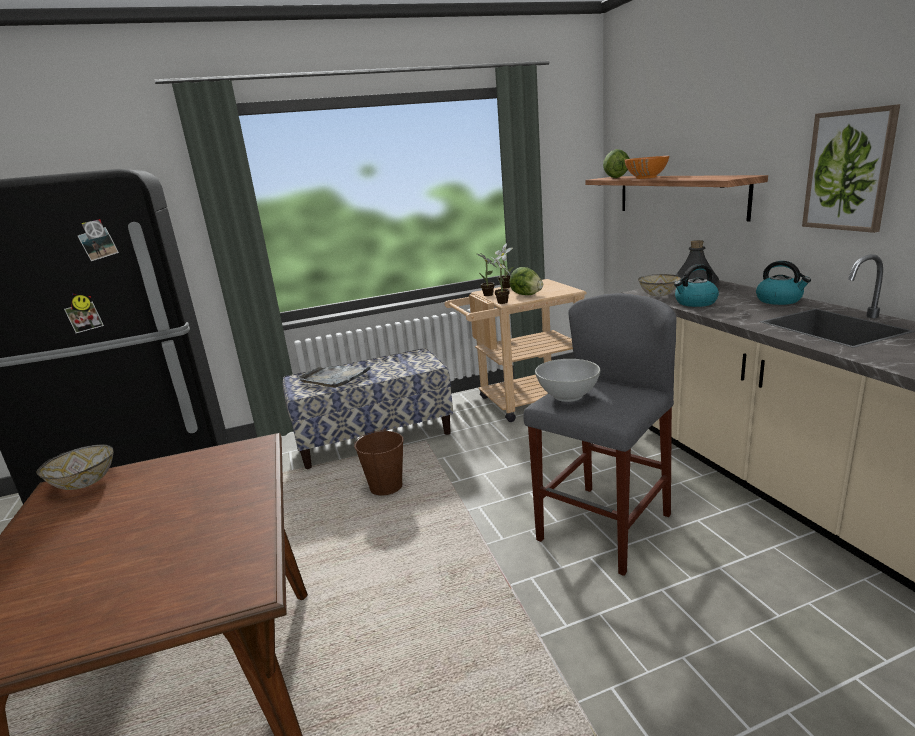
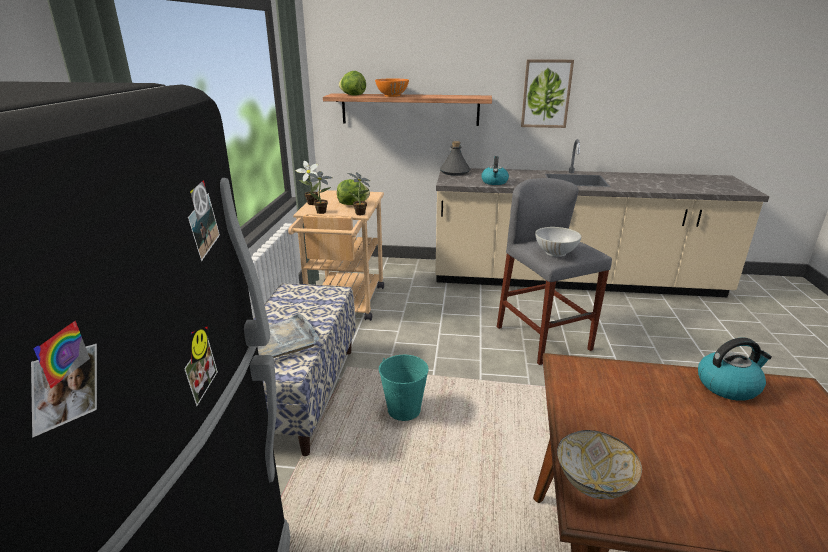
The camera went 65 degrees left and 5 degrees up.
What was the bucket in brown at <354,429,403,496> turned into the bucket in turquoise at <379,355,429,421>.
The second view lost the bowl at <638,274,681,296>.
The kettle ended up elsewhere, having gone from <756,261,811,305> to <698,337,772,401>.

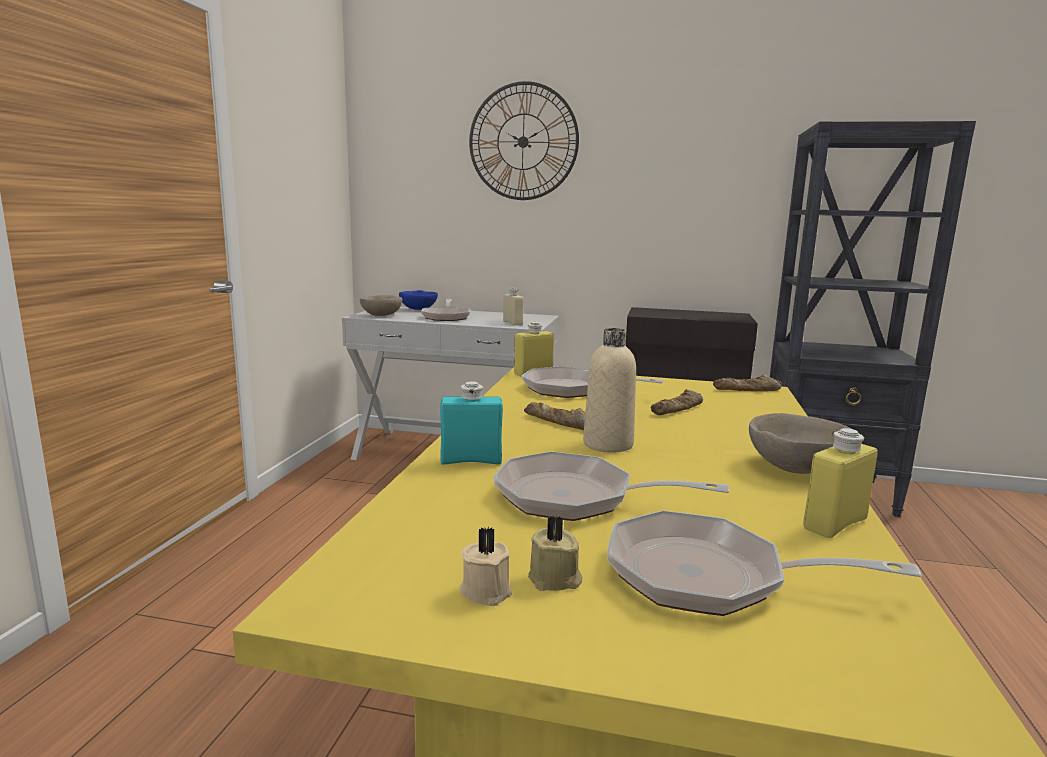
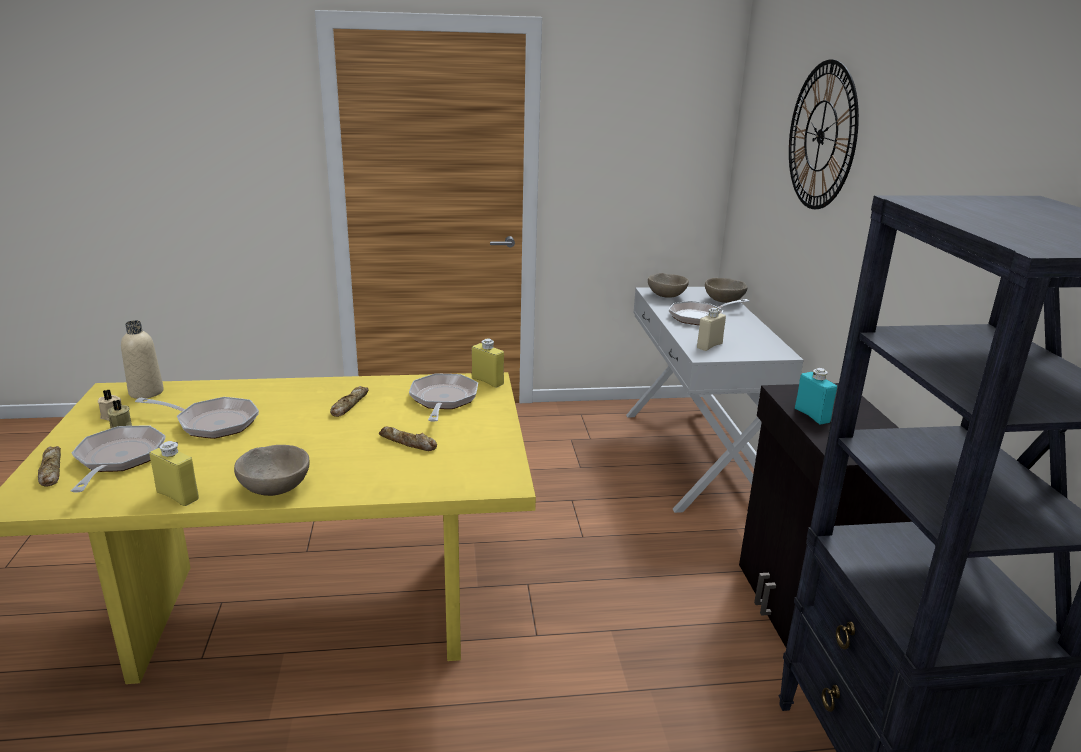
The camera went 70 degrees right and 10 degrees up.
What was the bowl in blue at <399,290,438,310> turned into the bowl in beige at <705,278,748,303>.
The bottle in turquoise ended up elsewhere, having gone from <440,381,503,465> to <795,368,837,424>.
The frying pan at <493,451,729,521> ended up facing another way, 105 degrees clockwise from before.
The bottle in beige ended up elsewhere, having gone from <583,328,636,453> to <121,320,164,399>.
The bread ended up elsewhere, having gone from <713,375,782,391> to <38,446,61,486>.

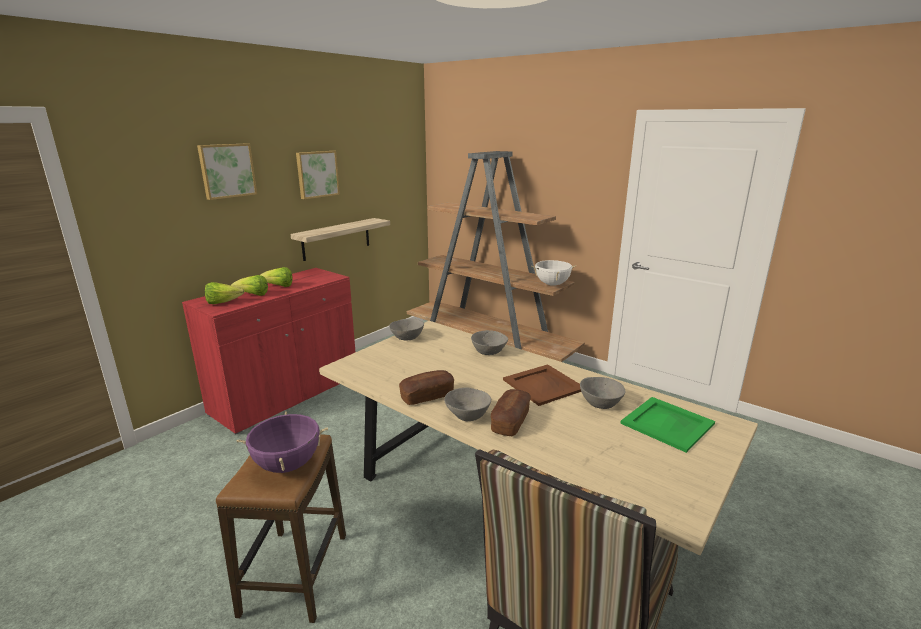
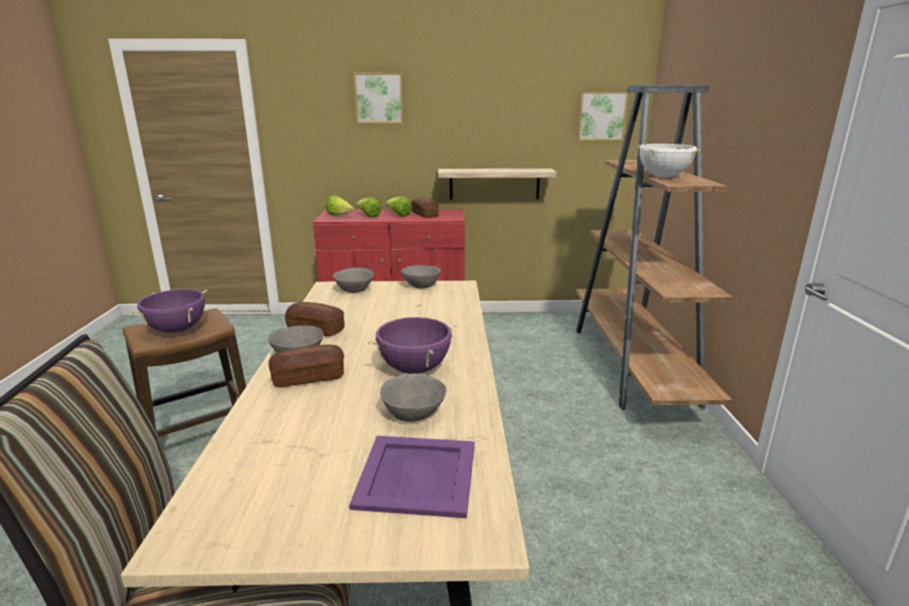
The camera went 50 degrees right and 0 degrees up.
The picture ended up elsewhere, having gone from <296,151,340,199> to <577,91,629,141>.
The bowl in grey ended up elsewhere, having gone from <471,330,508,355> to <333,268,374,293>.
Where the tray in brown stood at <503,364,581,406>, the cooking pot in purple came to stand at <368,316,457,374>.
The cooking pot in white ended up elsewhere, having gone from <531,260,576,286> to <637,144,701,177>.
What was the tray in green at <620,397,715,453> turned into the tray in purple at <349,436,475,518>.
The second view gained the bread at <411,198,439,218>.

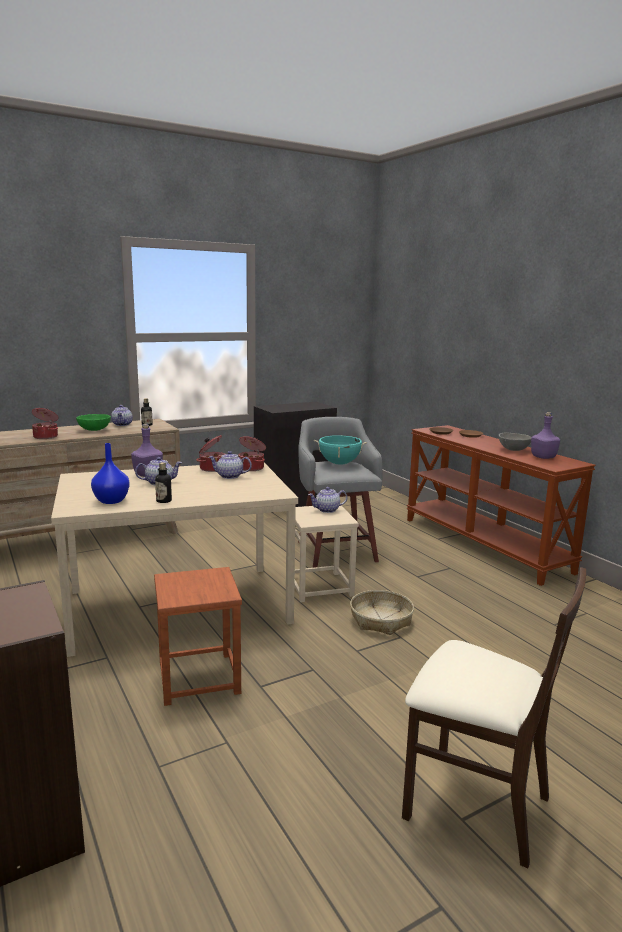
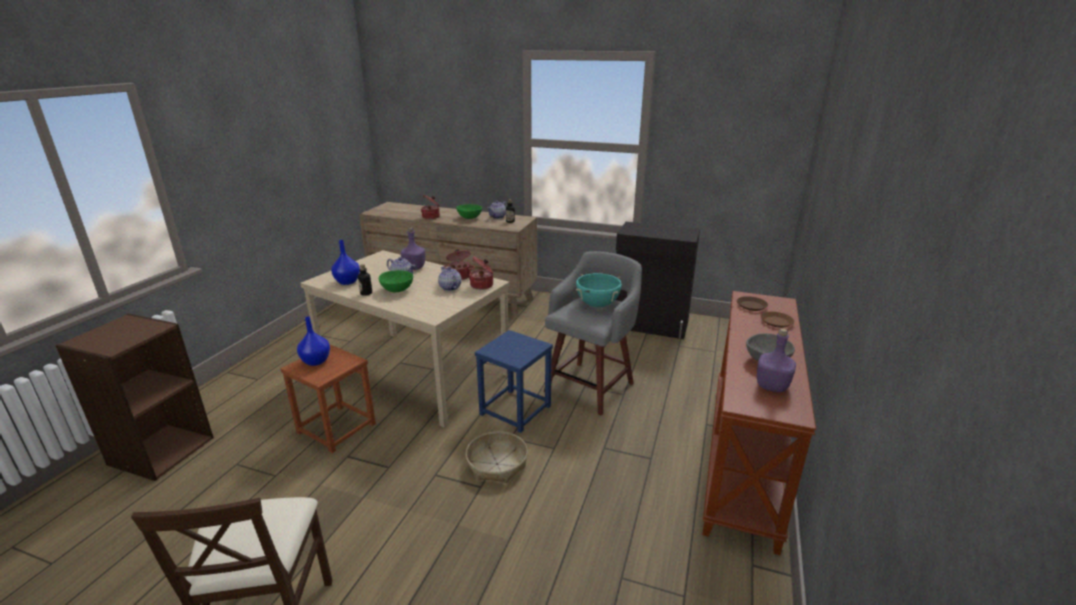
The camera went 50 degrees right and 10 degrees up.
What was the stool in beige at <294,505,359,602> turned into the stool in blue at <475,330,553,433>.
The second view lost the teapot at <308,487,347,513>.
The second view gained the vase in blue at <297,317,330,366>.
The second view gained the bowl in green at <379,270,413,292>.

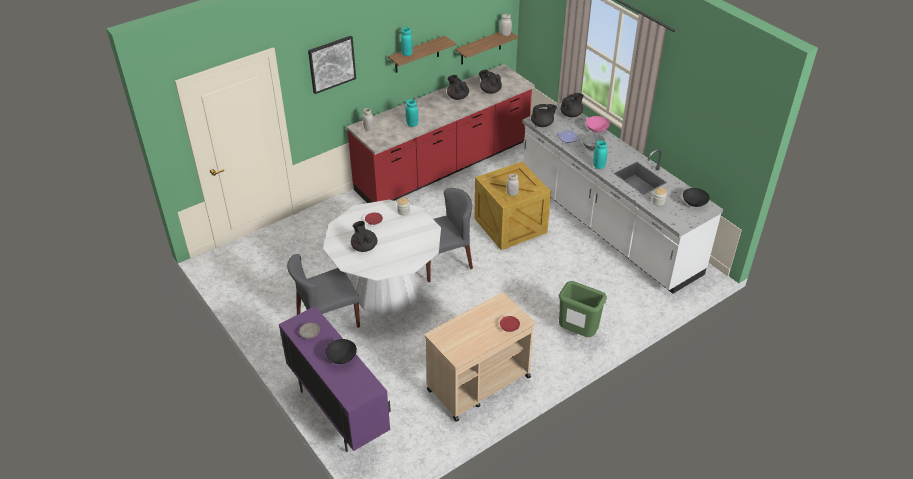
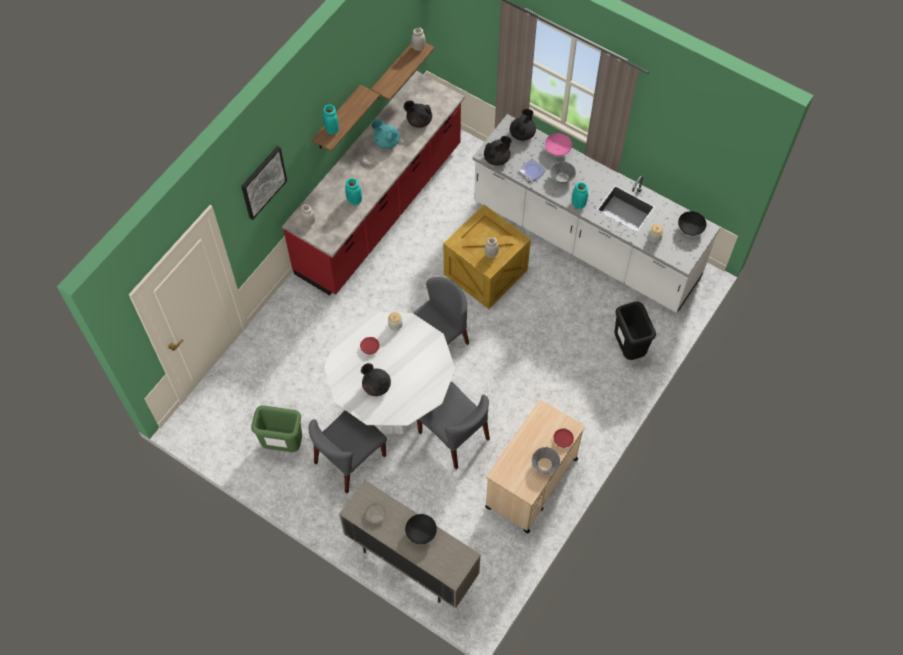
The camera went 20 degrees left and 20 degrees up.
What was the cabinet in purple at <279,306,391,452> turned into the cabinet in beige at <339,480,481,608>.
What was the teapot in black at <447,75,469,100> turned into the teapot in turquoise at <372,119,400,149>.
The trash can in green ended up elsewhere, having gone from <559,281,607,337> to <251,405,302,452>.
The second view gained the chair in grey at <417,382,490,470>.
The second view gained the bowl in grey at <532,447,560,474>.
The second view gained the trash can in black at <614,301,656,360>.

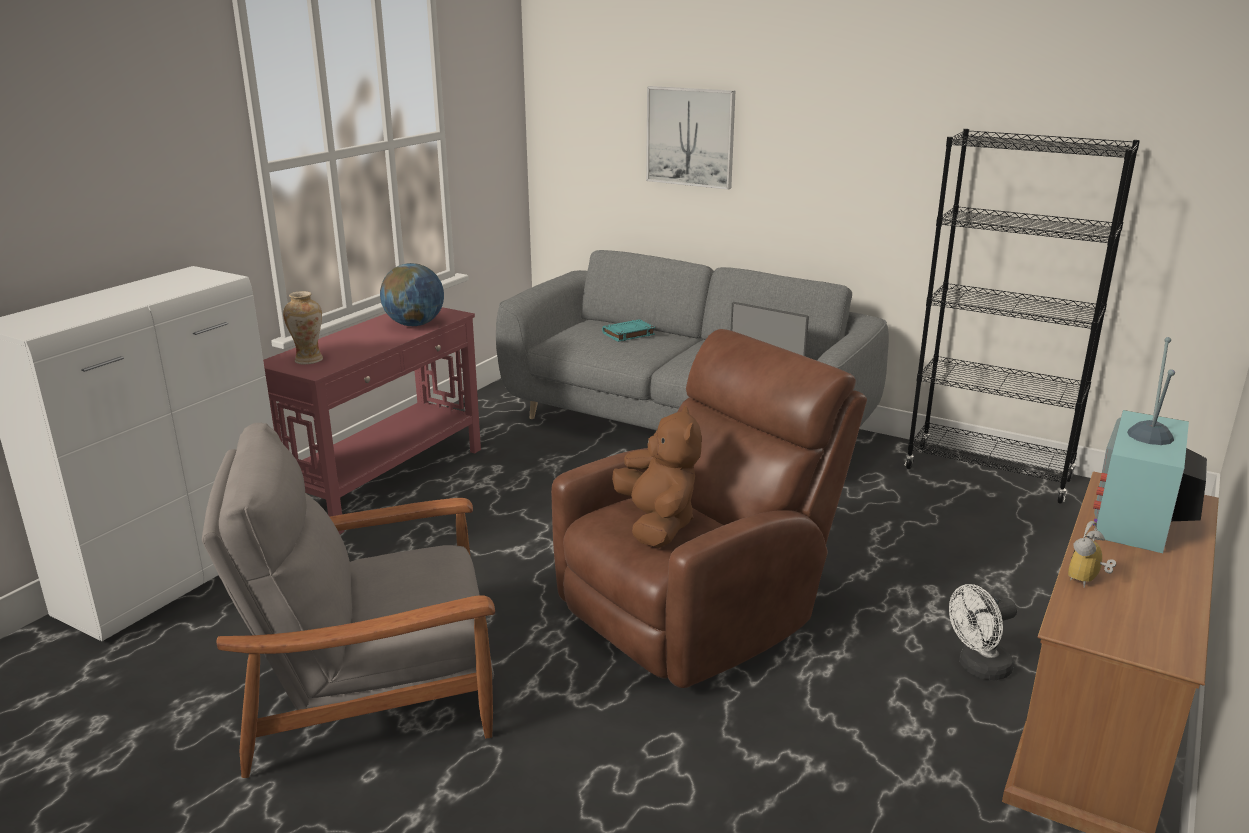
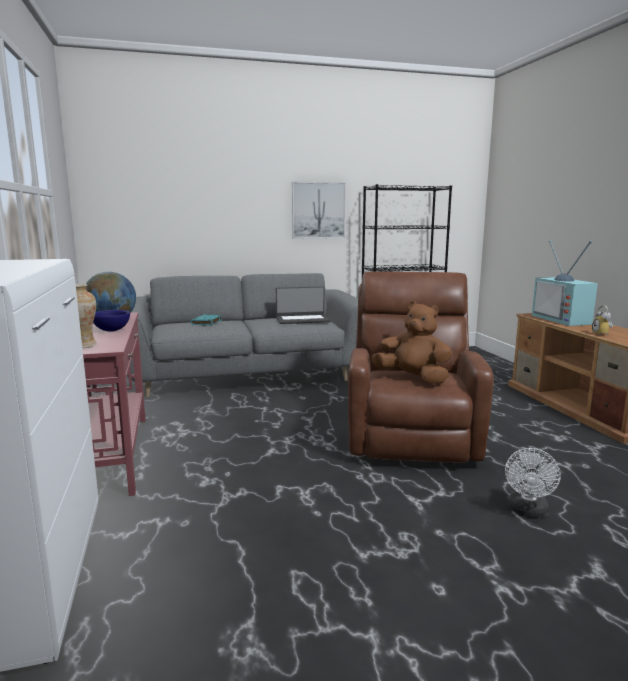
The camera went 45 degrees left and 10 degrees down.
The second view lost the armchair in grey at <202,423,495,778>.
The picture ended up elsewhere, having gone from <646,86,735,190> to <292,182,346,238>.
The fan in white ended up elsewhere, having gone from <949,584,1017,680> to <505,448,561,518>.
The second view gained the bowl in blue at <93,310,130,332>.

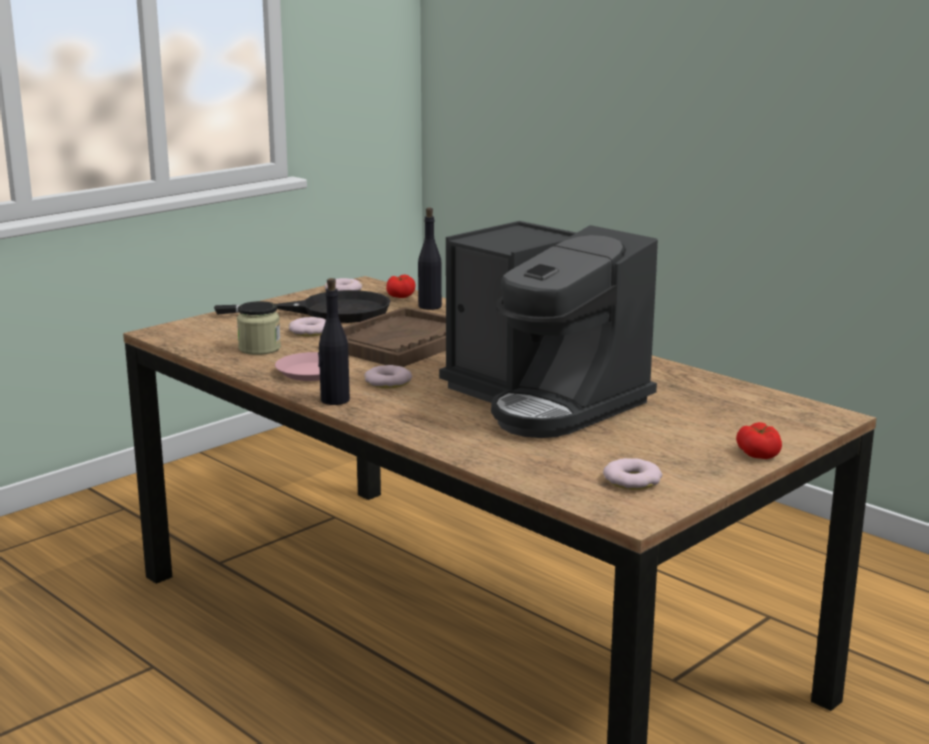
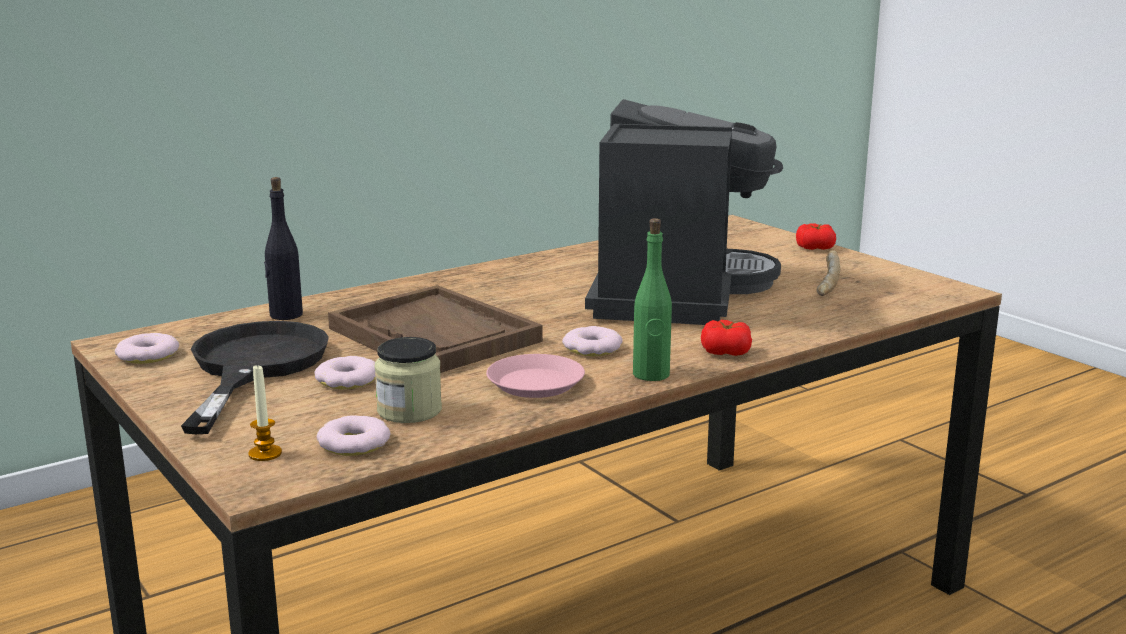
The camera went 80 degrees left and 0 degrees up.
What was the bottle in black at <318,278,350,405> turned into the bottle in green at <633,218,672,381>.
The tomato ended up elsewhere, having gone from <386,275,416,298> to <701,320,752,356>.
The coffee machine at <439,221,658,438> ended up facing another way, 45 degrees counterclockwise from before.
The donut ended up elsewhere, having gone from <603,458,662,490> to <317,415,390,456>.
The second view gained the candle at <248,364,282,461>.
The second view gained the bread at <817,250,840,296>.

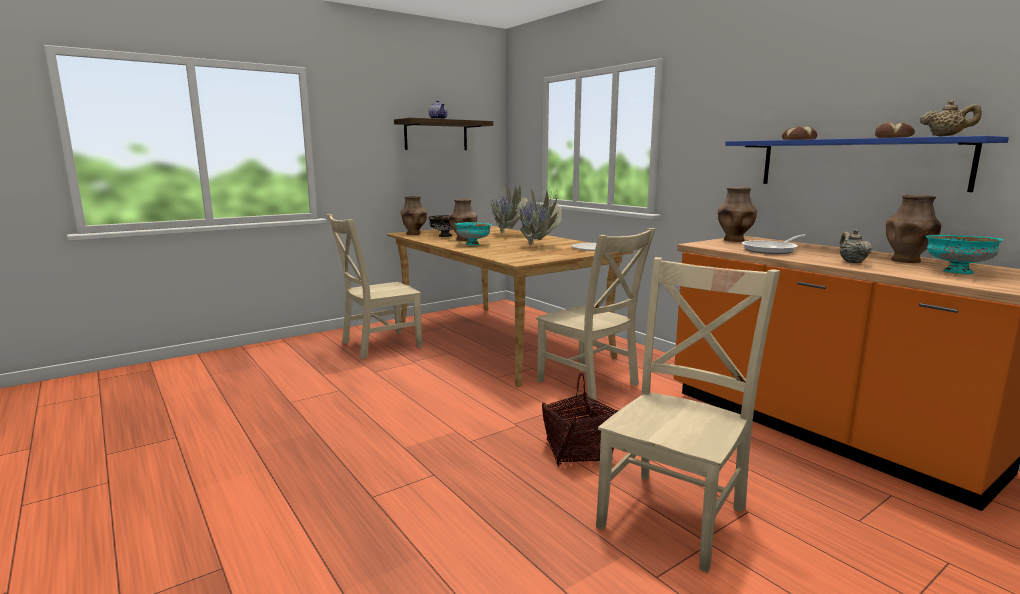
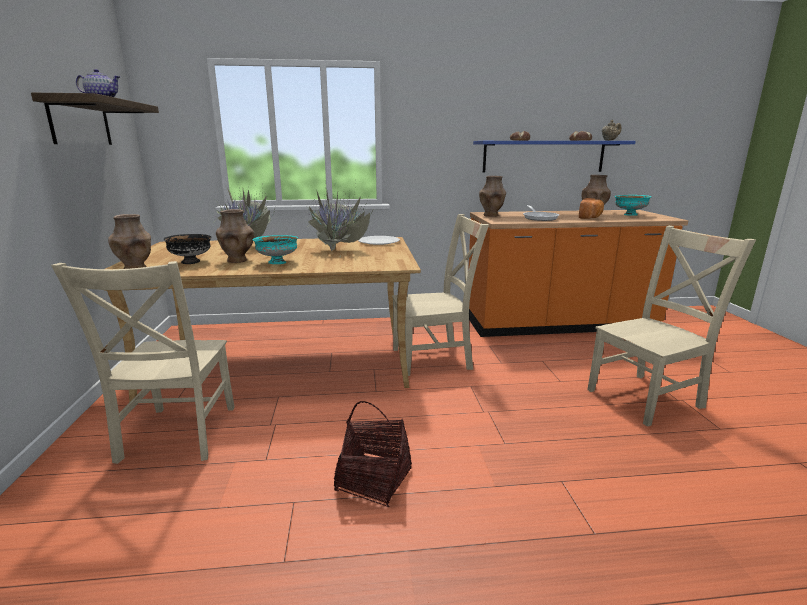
The camera went 60 degrees left and 5 degrees up.
The basket ended up elsewhere, having gone from <542,372,618,467> to <334,401,412,507>.
The chair in beige at <596,257,780,573> ended up facing another way, 90 degrees clockwise from before.
Where the teapot in beige stood at <840,229,872,263>, the bread came to stand at <579,198,604,219>.

